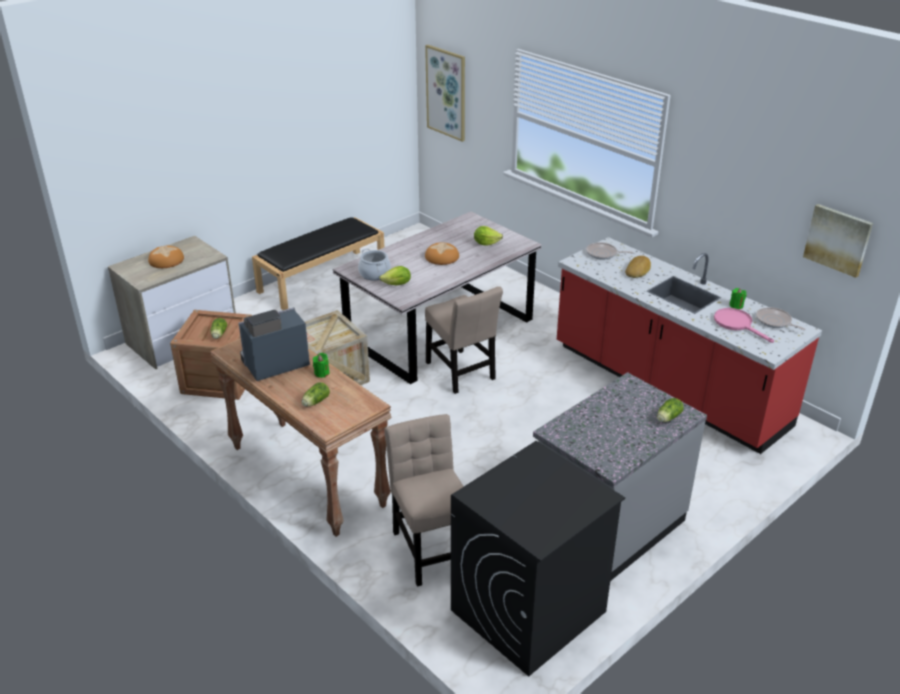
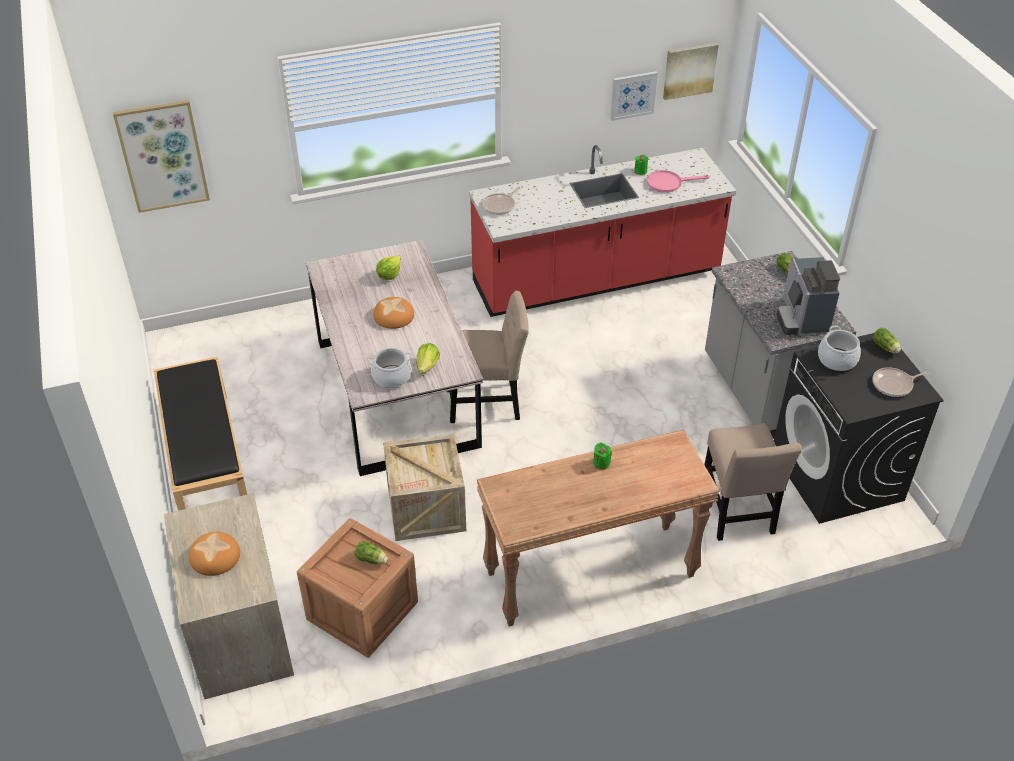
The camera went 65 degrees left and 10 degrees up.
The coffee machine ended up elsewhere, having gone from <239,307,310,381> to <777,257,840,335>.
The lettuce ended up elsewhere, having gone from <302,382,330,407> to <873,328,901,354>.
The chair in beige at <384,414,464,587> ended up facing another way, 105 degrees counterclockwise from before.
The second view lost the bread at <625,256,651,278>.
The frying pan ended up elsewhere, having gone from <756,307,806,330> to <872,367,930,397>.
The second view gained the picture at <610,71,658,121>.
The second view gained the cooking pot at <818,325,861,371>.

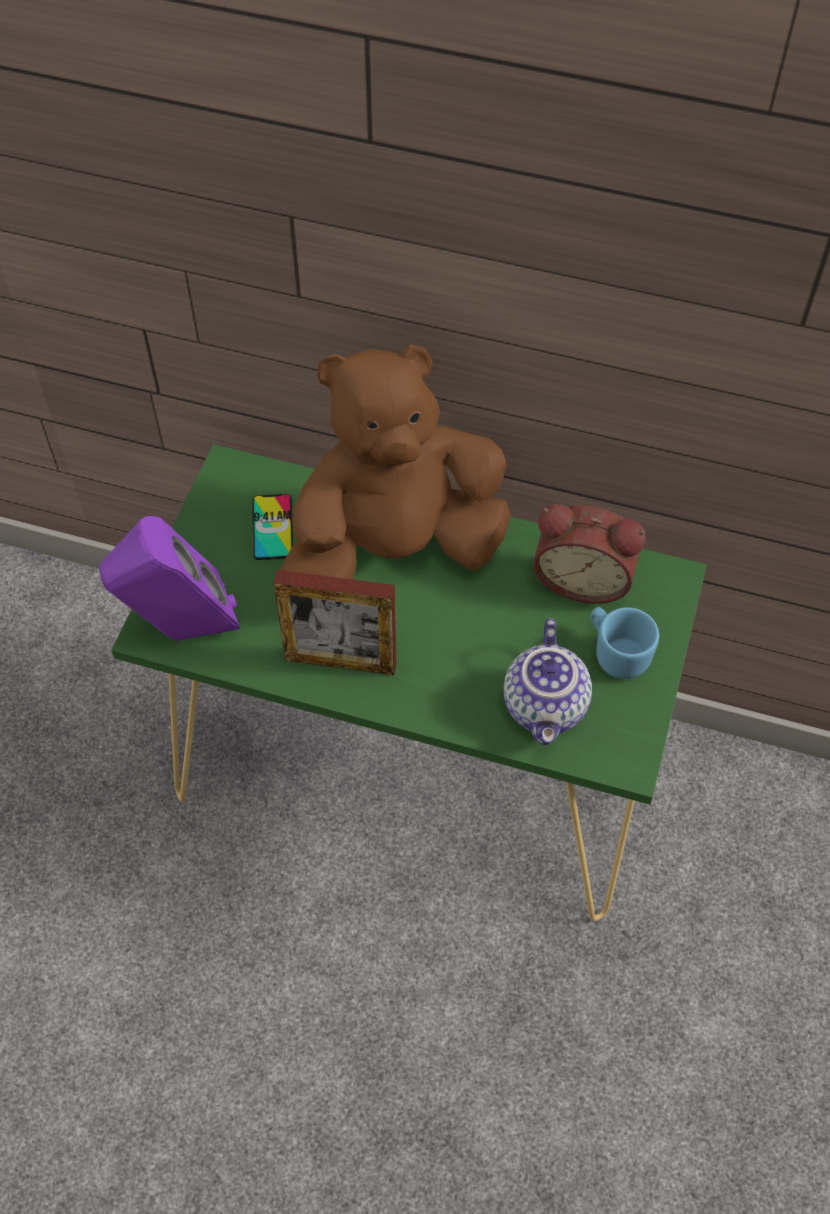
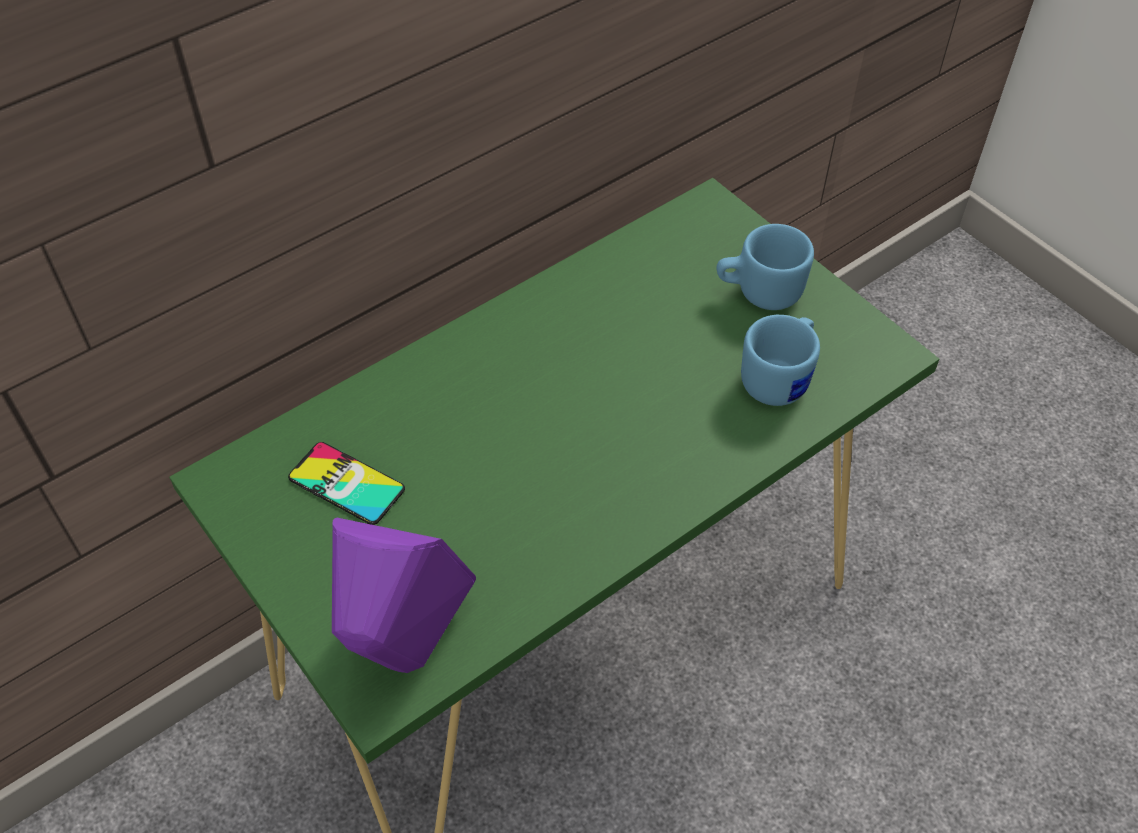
The camera went 55 degrees left and 5 degrees down.
The second view lost the picture frame at <274,570,397,675>.
The second view lost the plush toy in brown at <280,344,511,580>.
Where the teapot stood at <504,618,592,745>, the mug in blue came to stand at <741,315,820,406>.
The second view lost the alarm clock at <533,504,646,604>.

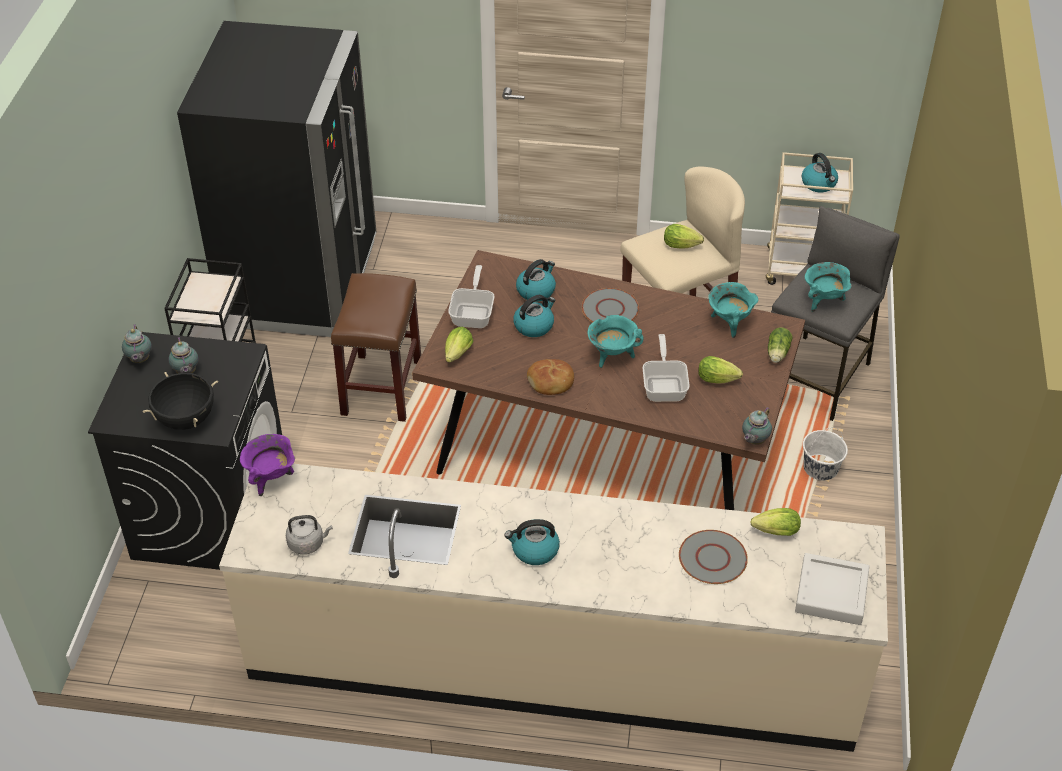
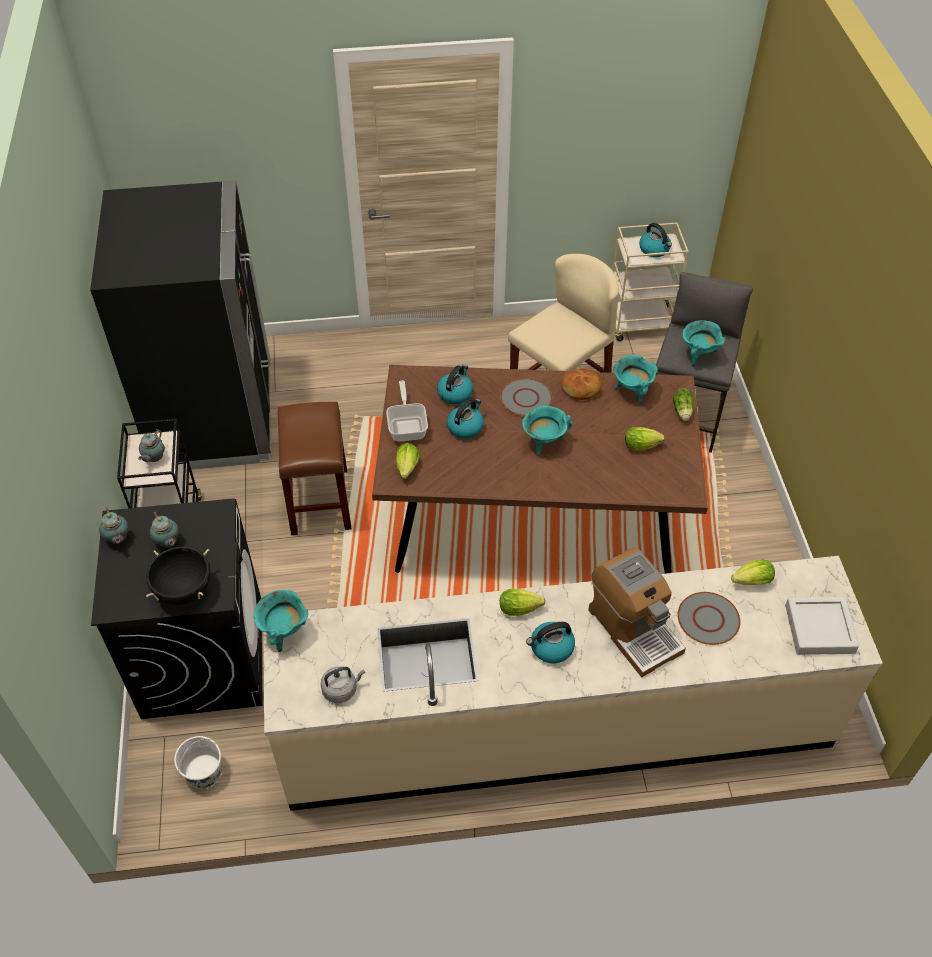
The camera went 15 degrees left and 5 degrees up.
What was the cooking pot in purple at <240,434,295,496> turned into the cooking pot in turquoise at <254,590,308,652>.
The bread ended up elsewhere, having gone from <527,359,574,395> to <561,368,602,400>.
The second view lost the frying pan at <643,334,690,402>.
The lettuce ended up elsewhere, having gone from <664,224,704,249> to <500,589,545,616>.
The teapot ended up elsewhere, having gone from <742,407,772,445> to <138,429,165,462>.
The bucket in white ended up elsewhere, having gone from <803,428,848,480> to <174,736,221,788>.
The second view gained the coffee machine at <588,547,686,677>.

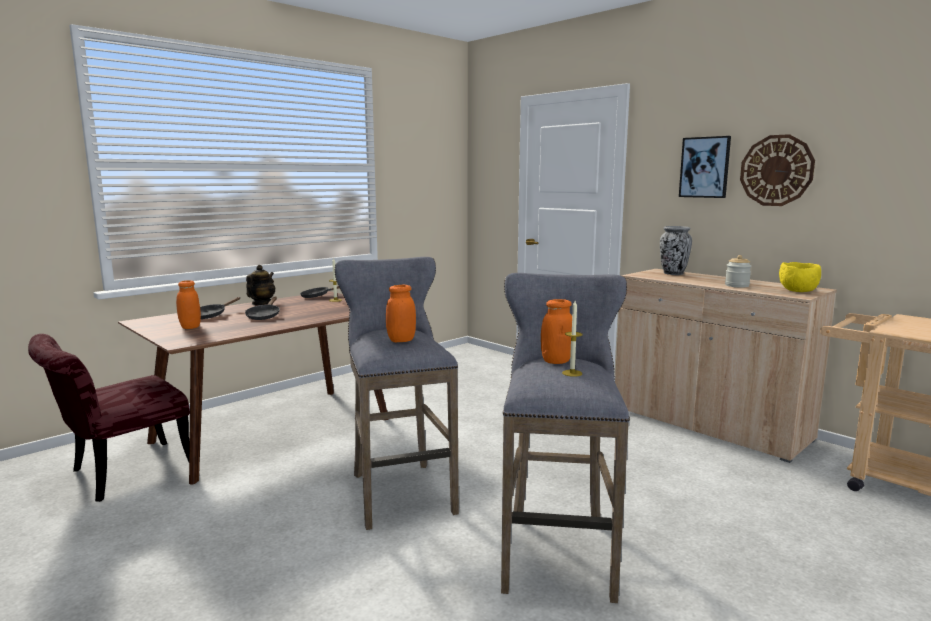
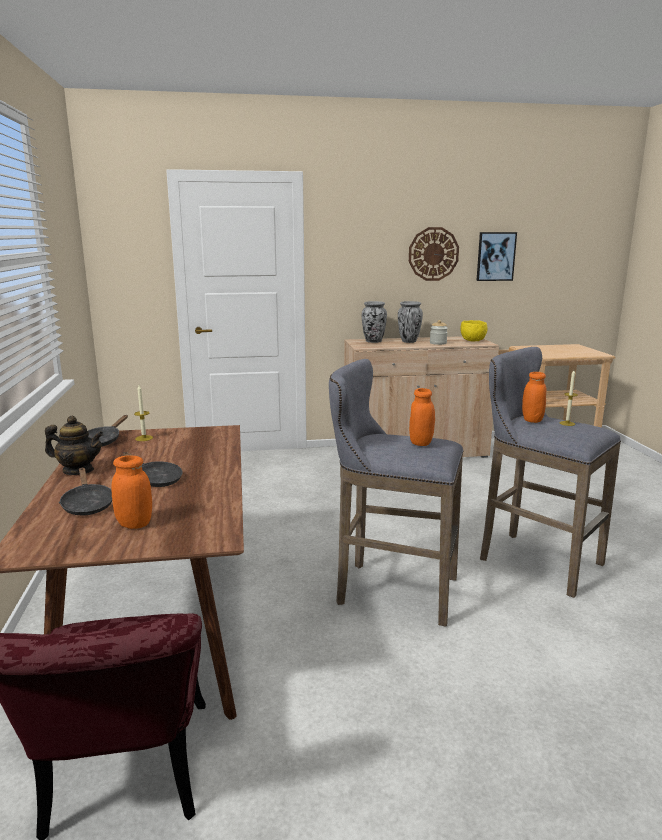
The camera went 55 degrees left and 5 degrees up.
The teapot at <246,265,275,305> ended up facing another way, 135 degrees clockwise from before.
The picture ended up elsewhere, having gone from <679,136,731,198> to <476,232,517,281>.
The second view gained the vase at <398,301,423,343>.

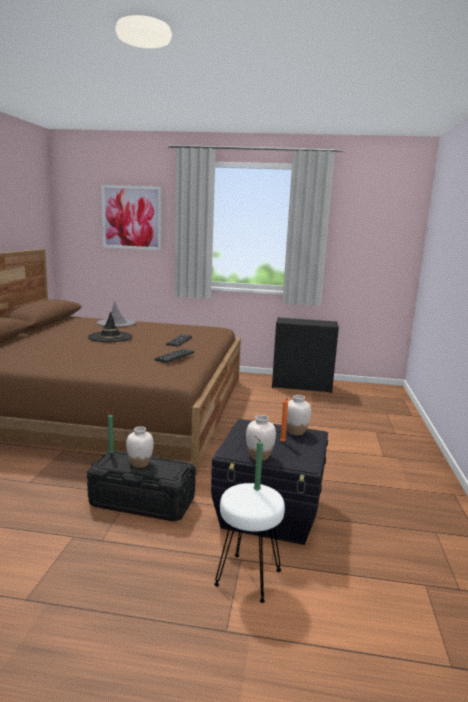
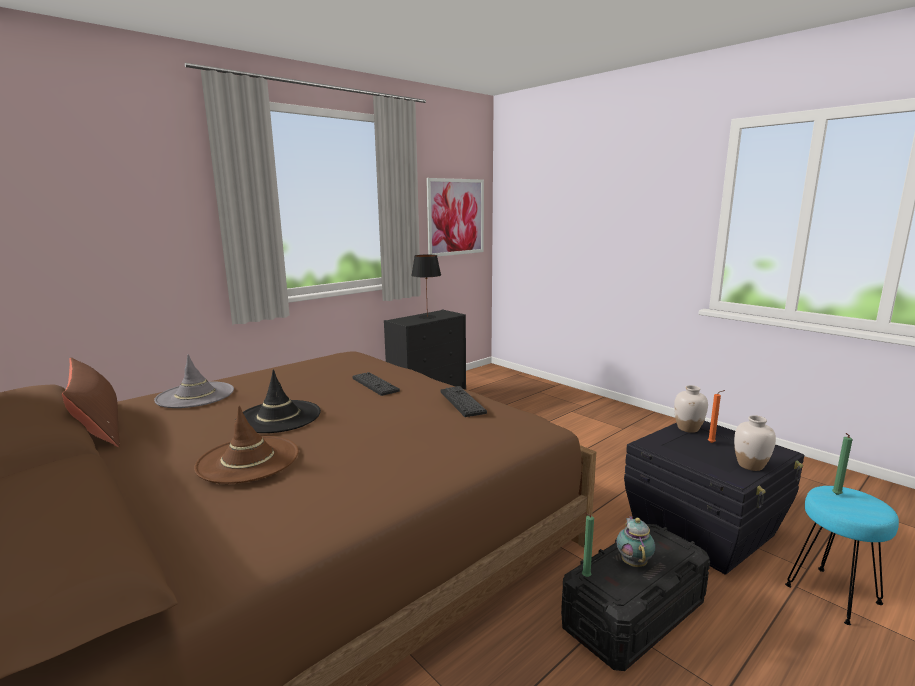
The camera went 50 degrees left and 0 degrees up.
The picture ended up elsewhere, having gone from <101,185,161,250> to <426,178,484,257>.
Where the vase in white stood at <126,426,154,468>, the teapot came to stand at <616,516,655,567>.
What was the stool in white at <214,483,285,603> turned into the stool in turquoise at <785,486,899,625>.
The second view gained the pillow in brown at <62,357,120,447>.
The second view gained the hat in brown at <194,406,299,484>.
The second view gained the table lamp in black at <411,255,441,319>.

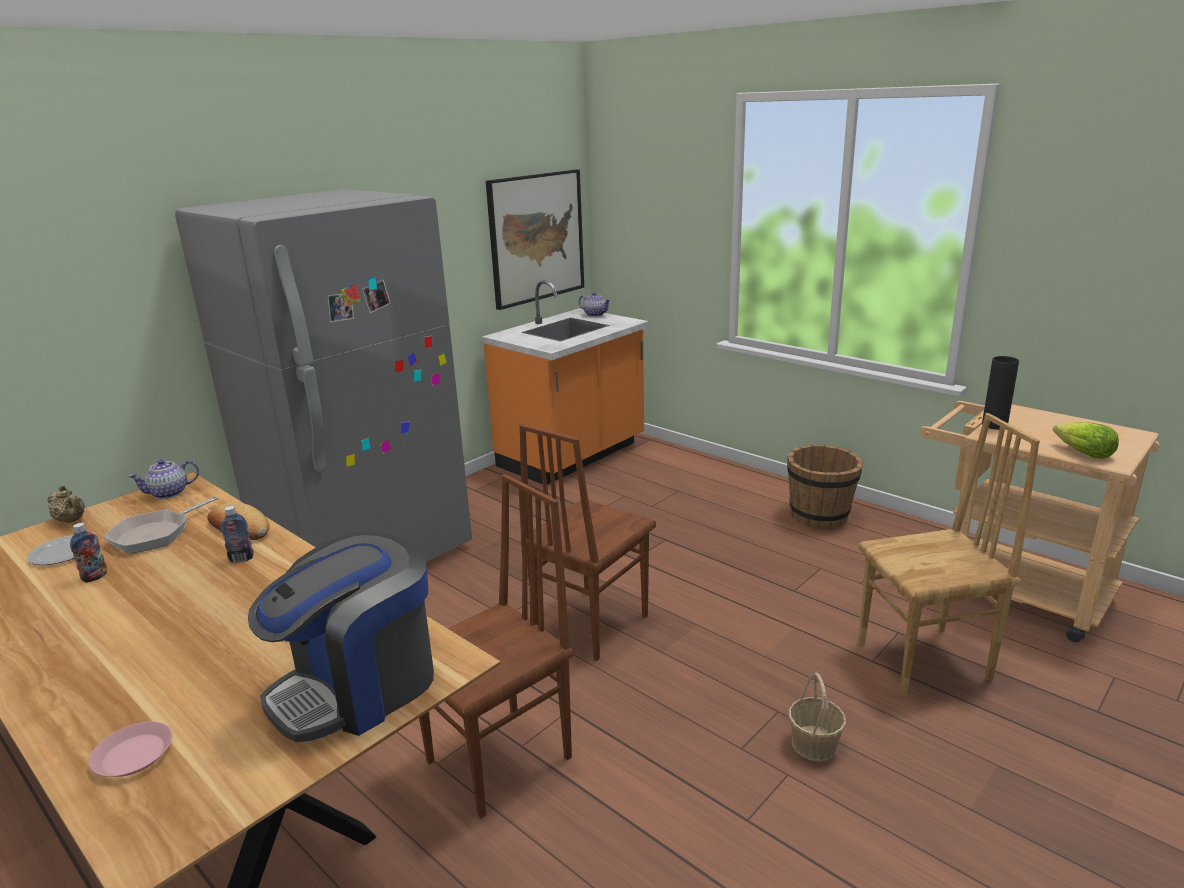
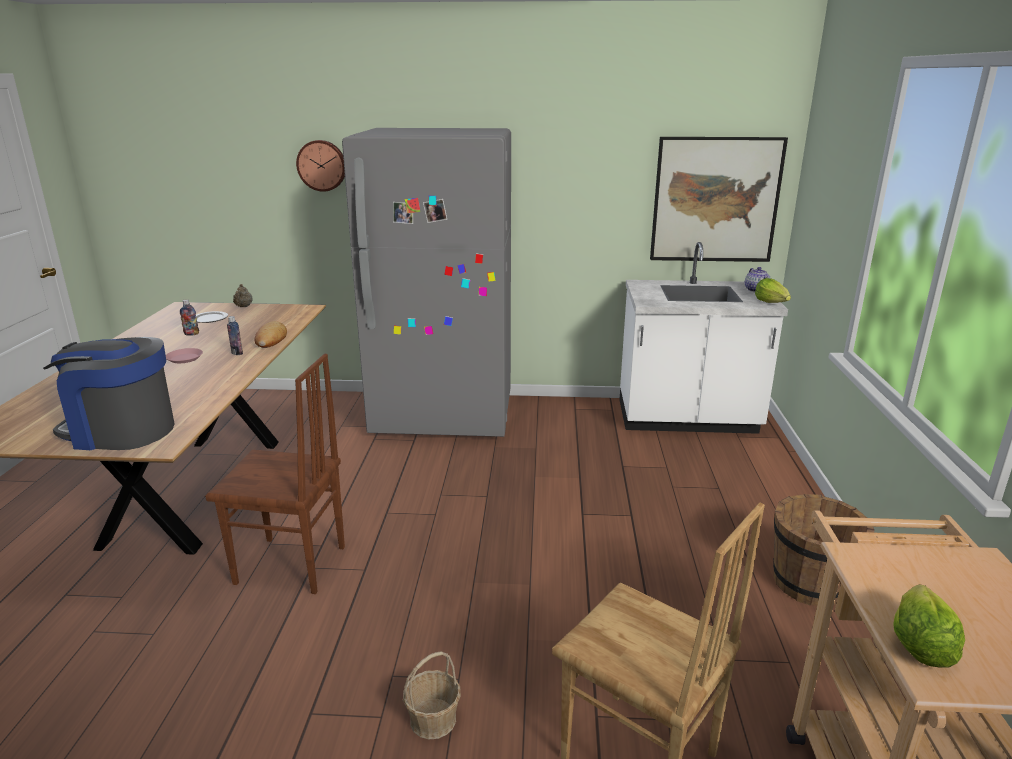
The camera went 50 degrees right and 0 degrees up.
The plate in pink ended up elsewhere, having gone from <89,721,173,777> to <166,348,203,363>.
The second view lost the frying pan at <104,496,218,553>.
The second view lost the teapot at <128,459,199,499>.
What was the counter in orange at <482,280,649,485> turned into the counter in white at <619,242,788,434>.
The second view lost the chair in brown at <519,424,656,661>.
The second view lost the vase in black at <982,356,1019,430>.
The second view gained the wall clock at <296,140,345,192>.
The second view gained the lettuce at <755,278,791,303>.

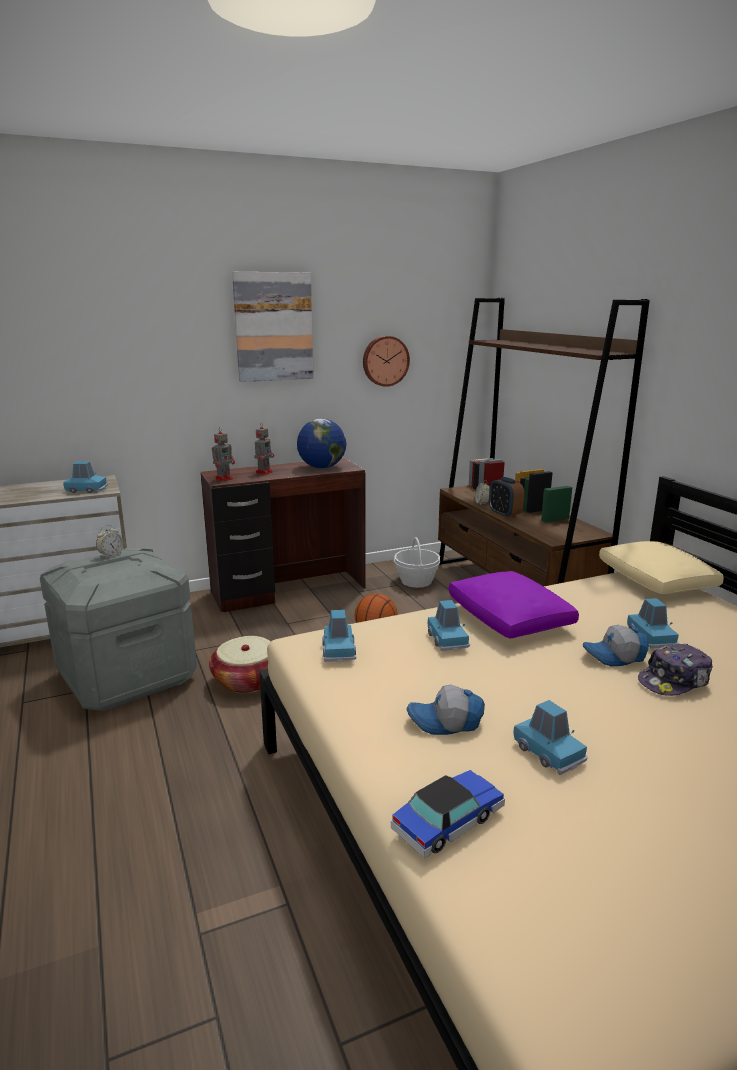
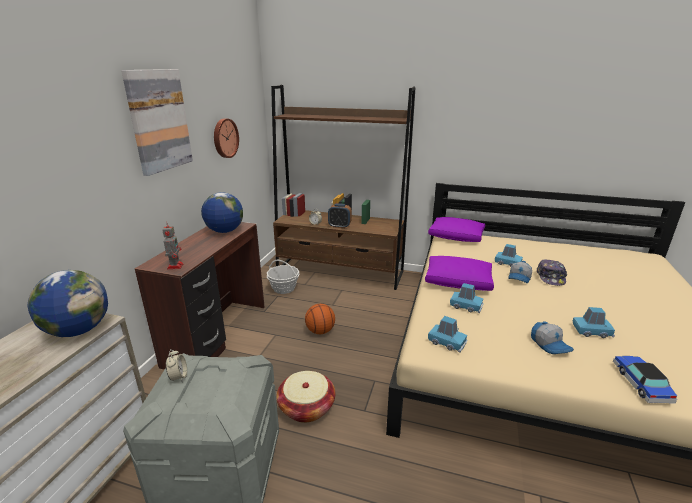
The camera went 50 degrees left and 5 degrees up.
Where the toy car in blue stood at <63,461,108,493>, the globe came to stand at <28,270,108,337>.
The second view lost the toy robot at <254,422,274,475>.
The cap at <407,685,485,735> ended up facing another way, 60 degrees counterclockwise from before.
What was the pillow in beige at <599,541,724,594> turned into the pillow in purple at <428,217,485,242>.

